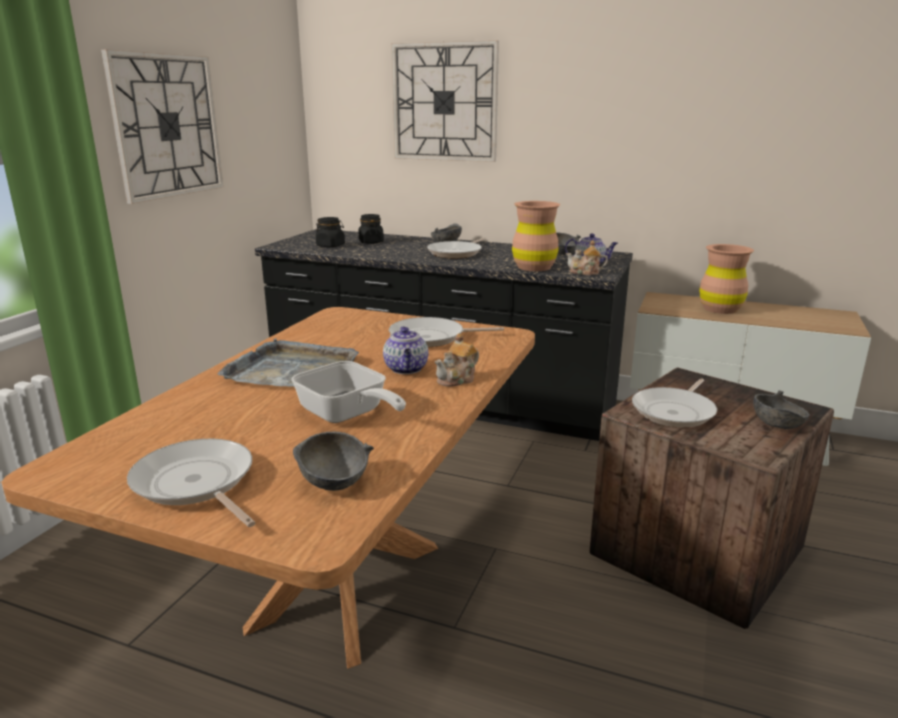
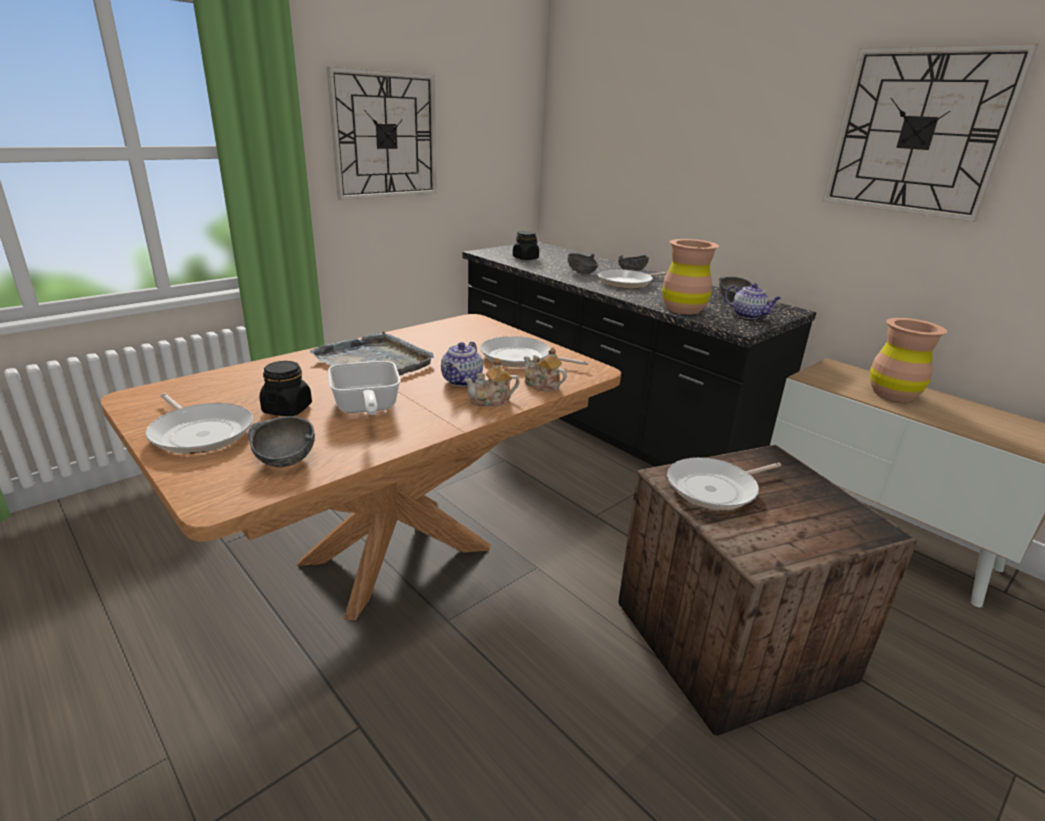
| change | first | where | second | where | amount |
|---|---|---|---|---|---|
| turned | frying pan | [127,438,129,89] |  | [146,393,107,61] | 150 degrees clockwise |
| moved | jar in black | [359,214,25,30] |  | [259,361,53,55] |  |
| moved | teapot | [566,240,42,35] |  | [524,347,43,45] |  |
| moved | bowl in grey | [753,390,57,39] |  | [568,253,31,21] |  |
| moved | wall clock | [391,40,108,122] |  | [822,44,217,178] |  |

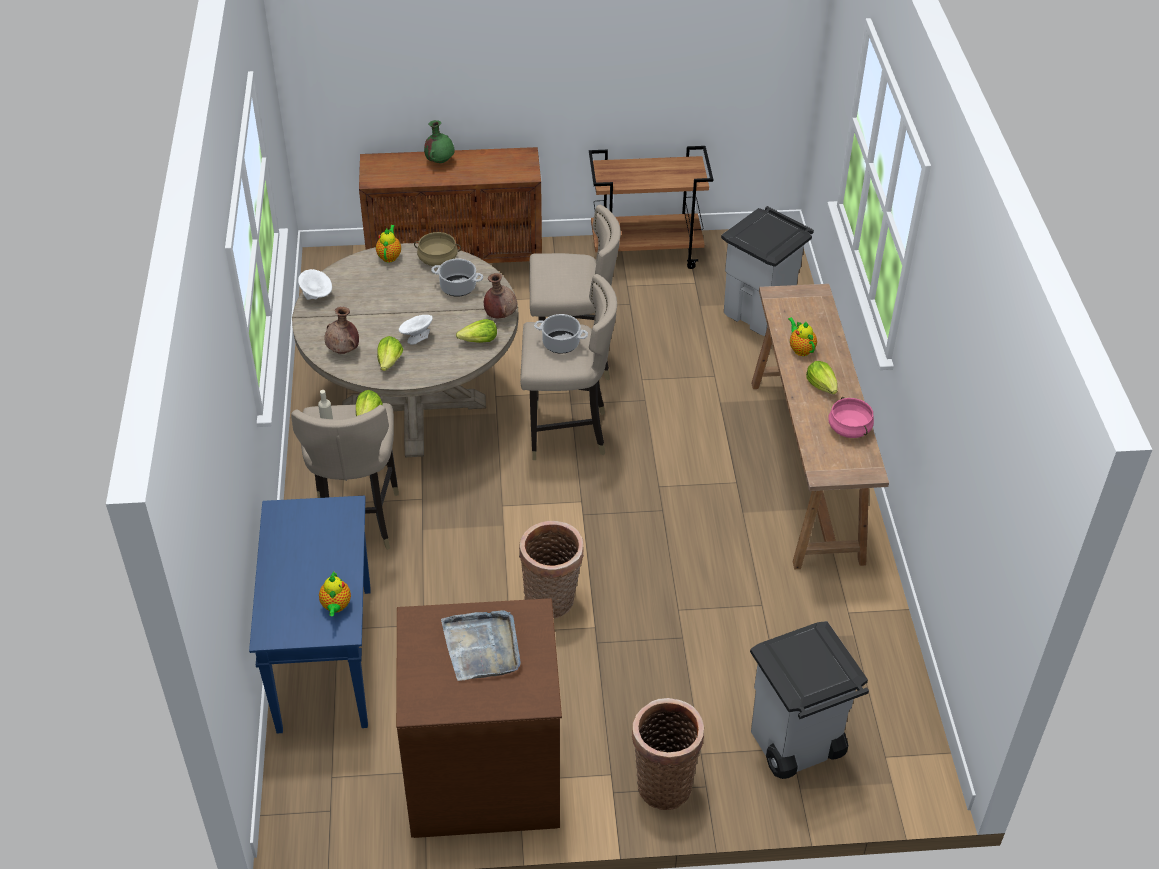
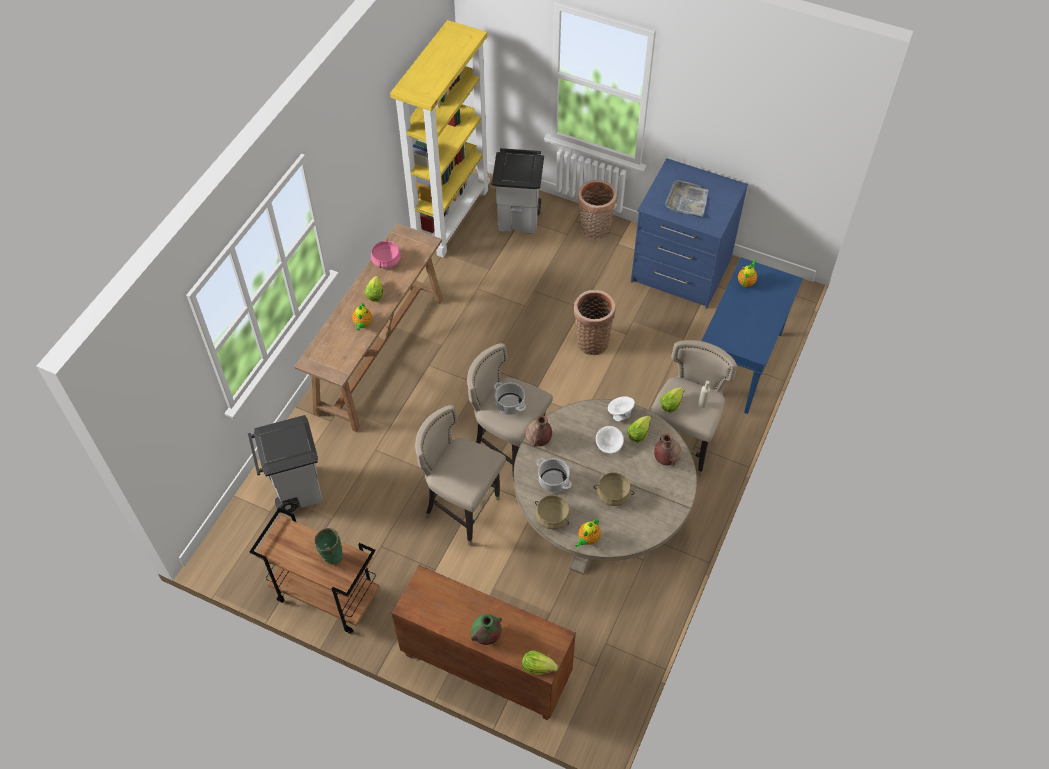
| change | first | where | second | where | amount |
|---|---|---|---|---|---|
| added |  |  | vase in green | [314,528,28,37] |  |
| added |  |  | bookcase in yellow | [390,20,100,238] |  |
| moved | lettuce | [456,319,41,24] |  | [522,650,36,24] |  |
| added |  |  | cooking pot in beige | [594,472,40,34] |  |
| moved | bowl in white | [298,269,34,31] |  | [608,396,27,26] |  |
| recoloured | dresser in brown | [396,598,166,240] | dresser in blue | [631,158,117,151] |  |

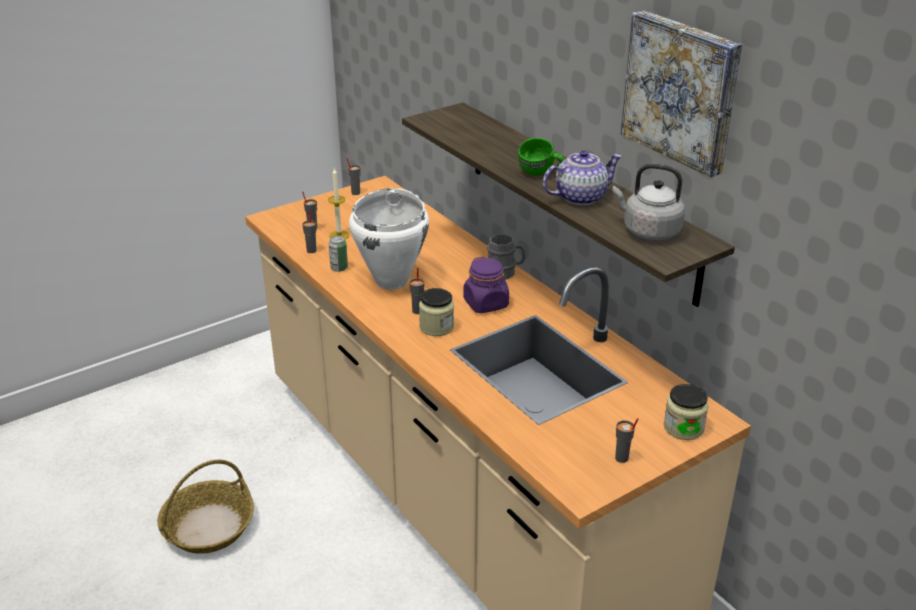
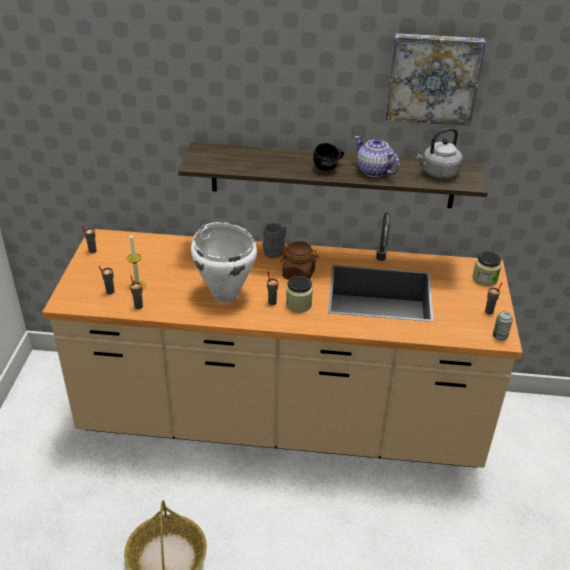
| change | first | where | second | where | amount |
|---|---|---|---|---|---|
| recoloured | jar in purple | [463,257,46,56] | jar in brown | [281,241,38,39] |  |
| recoloured | mug in green | [518,138,46,38] | mug in black | [313,143,31,28] |  |
| turned | teapot | [543,150,79,55] |  | [354,136,46,41] | 60 degrees counterclockwise |
| moved | can | [329,236,19,36] |  | [493,311,20,30] |  |

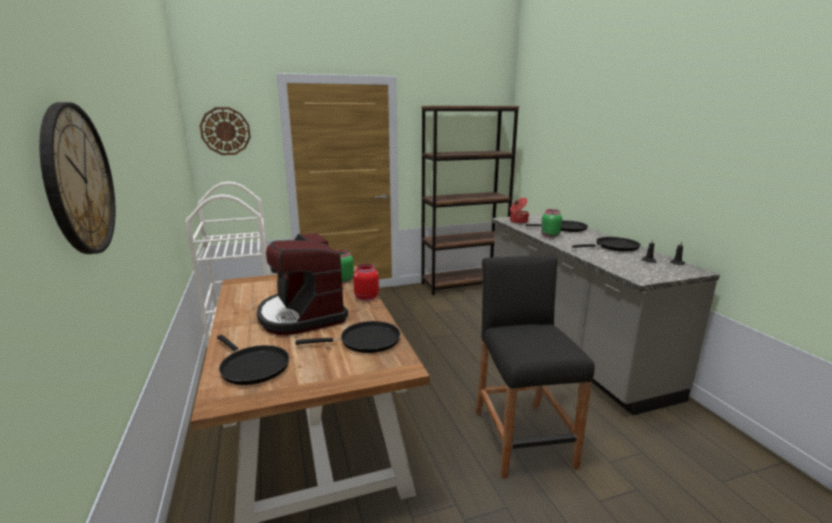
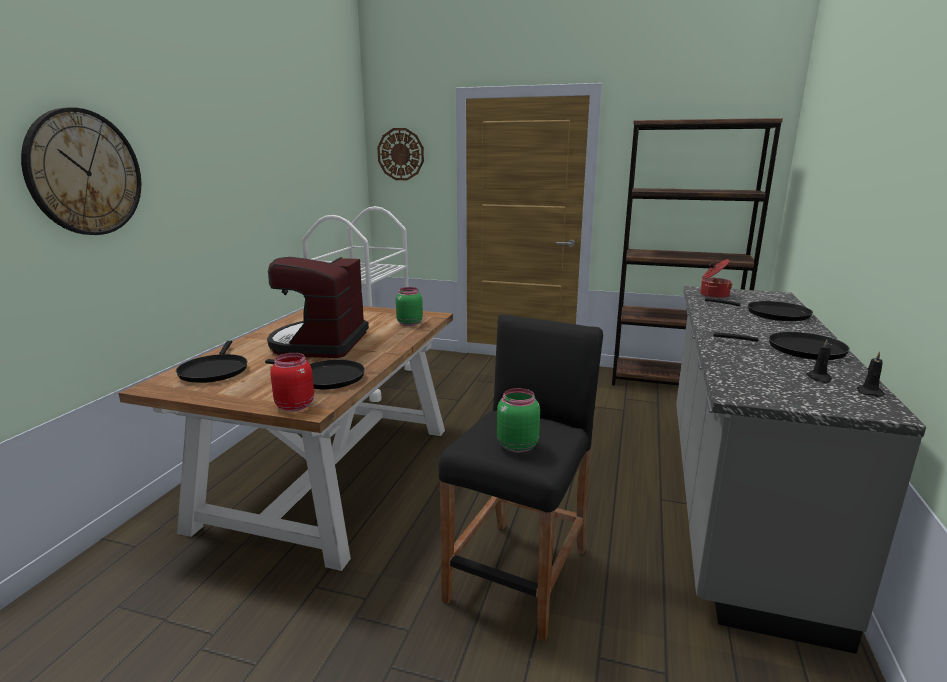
| change | first | where | second | where | amount |
|---|---|---|---|---|---|
| moved | jar in red | [353,264,26,37] |  | [270,353,44,59] |  |
| moved | jar in green | [541,209,21,29] |  | [497,388,43,64] |  |

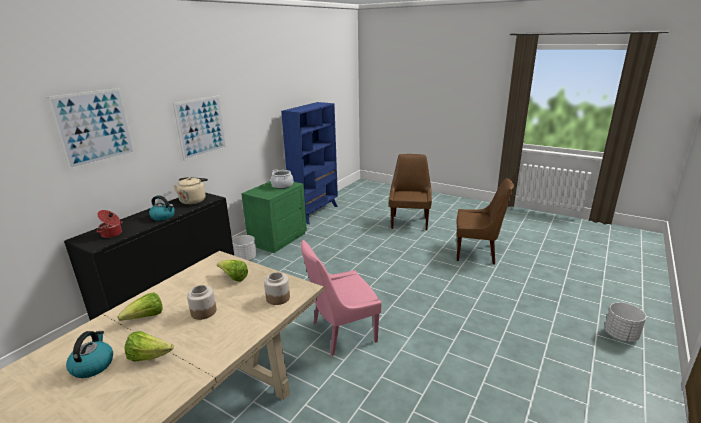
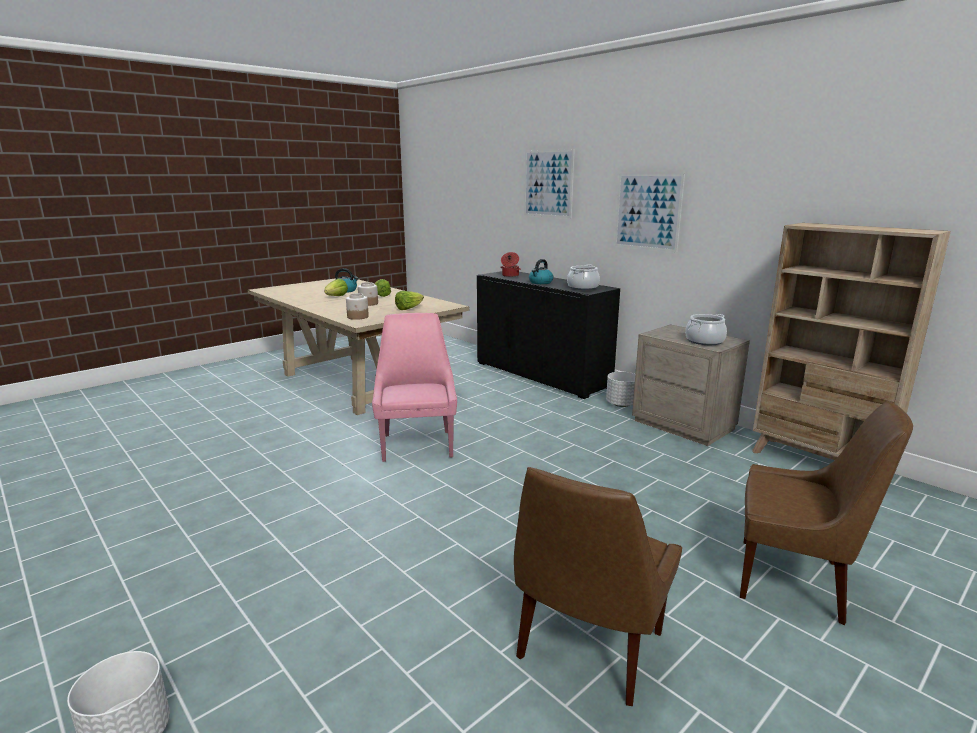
| change | first | where | second | where | amount |
|---|---|---|---|---|---|
| replaced | kettle in beige | [173,177,35,28] | cooking pot | [567,264,33,26] |  |
| recoloured | nightstand in green | [241,181,66,72] | nightstand in beige | [632,324,118,122] |  |
| recoloured | bookcase in blue | [281,102,57,122] | bookcase in beige | [752,223,199,237] |  |

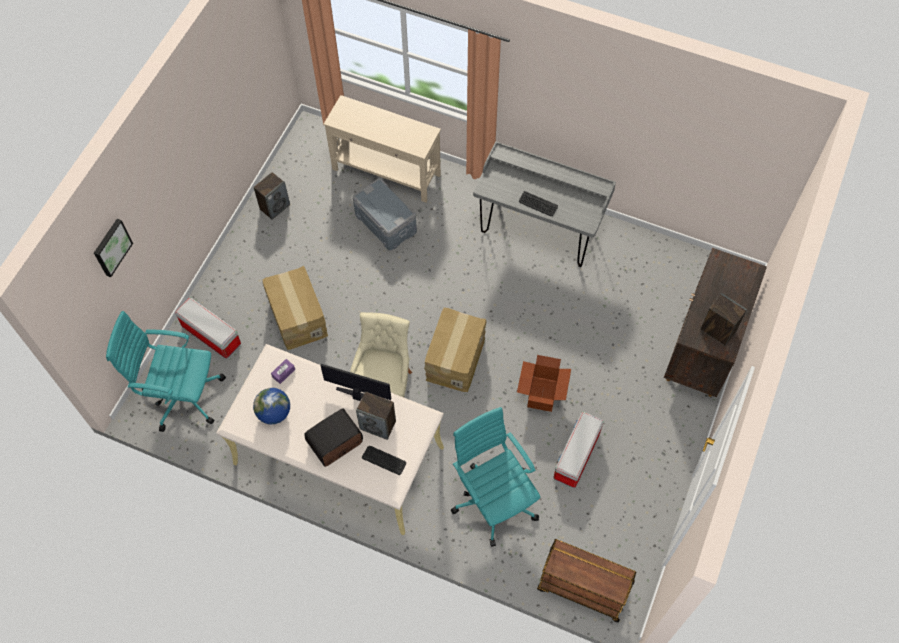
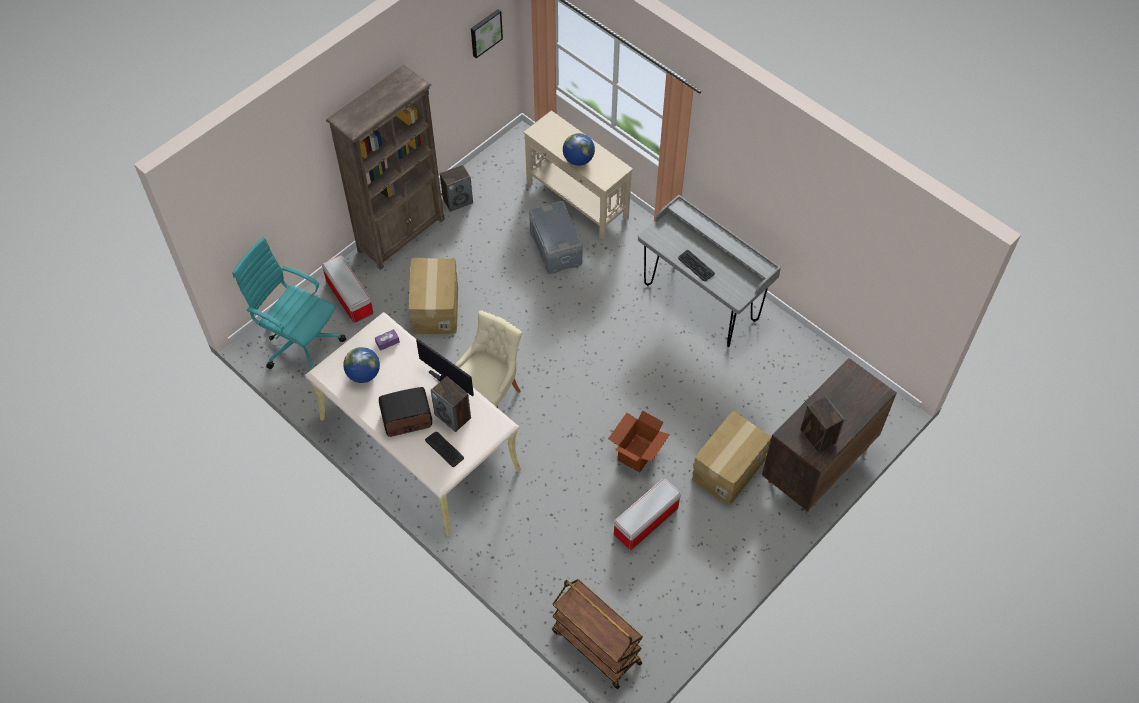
| change | first | where | second | where | amount |
|---|---|---|---|---|---|
| added |  |  | bookcase in brown | [326,65,119,205] |  |
| moved | picture | [94,219,39,58] |  | [471,9,32,49] |  |
| added |  |  | globe | [563,133,32,33] |  |
| moved | cardboard box | [424,308,63,84] |  | [691,411,81,94] |  |
| removed | office chair in turquoise | [451,407,89,140] |  |  |  |

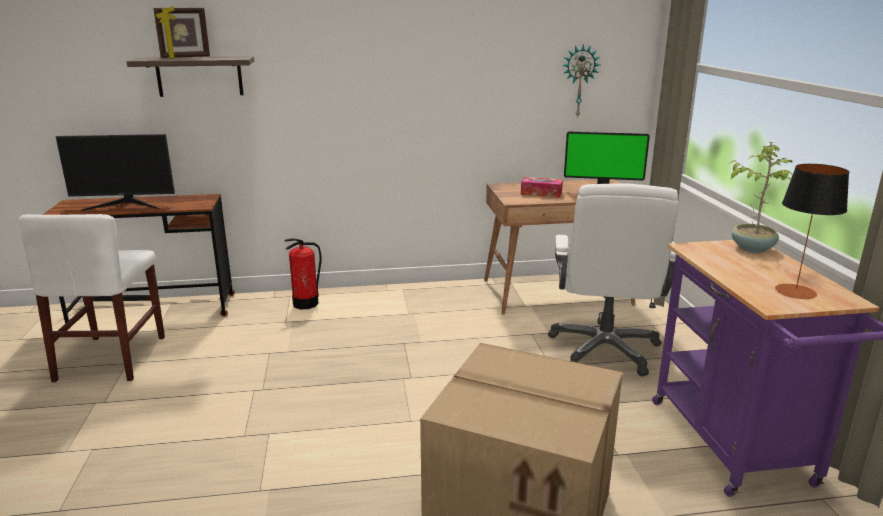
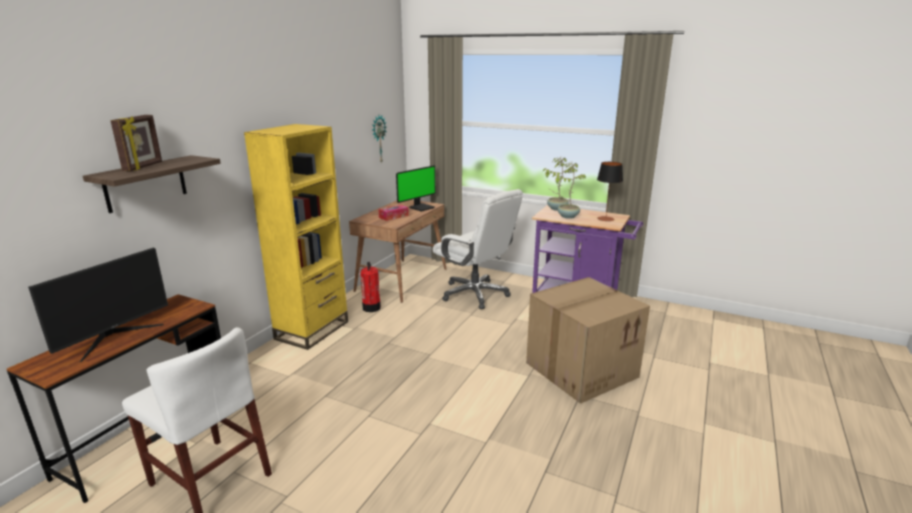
| change | first | where | second | where | amount |
|---|---|---|---|---|---|
| added |  |  | bookcase in yellow | [244,124,104,226] |  |
| moved | fire extinguisher | [285,238,37,71] |  | [361,262,20,50] |  |
| added |  |  | potted plant | [553,163,33,56] |  |

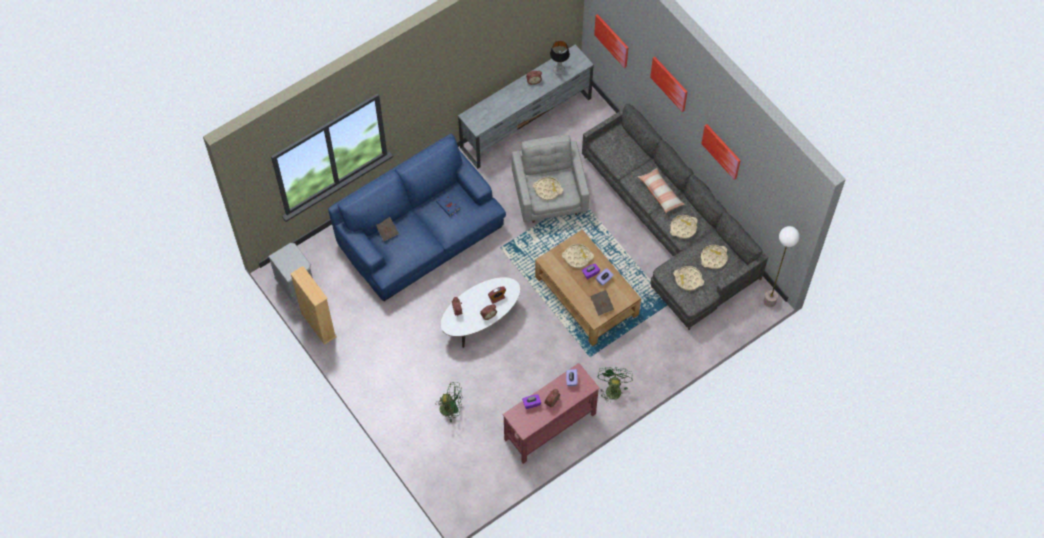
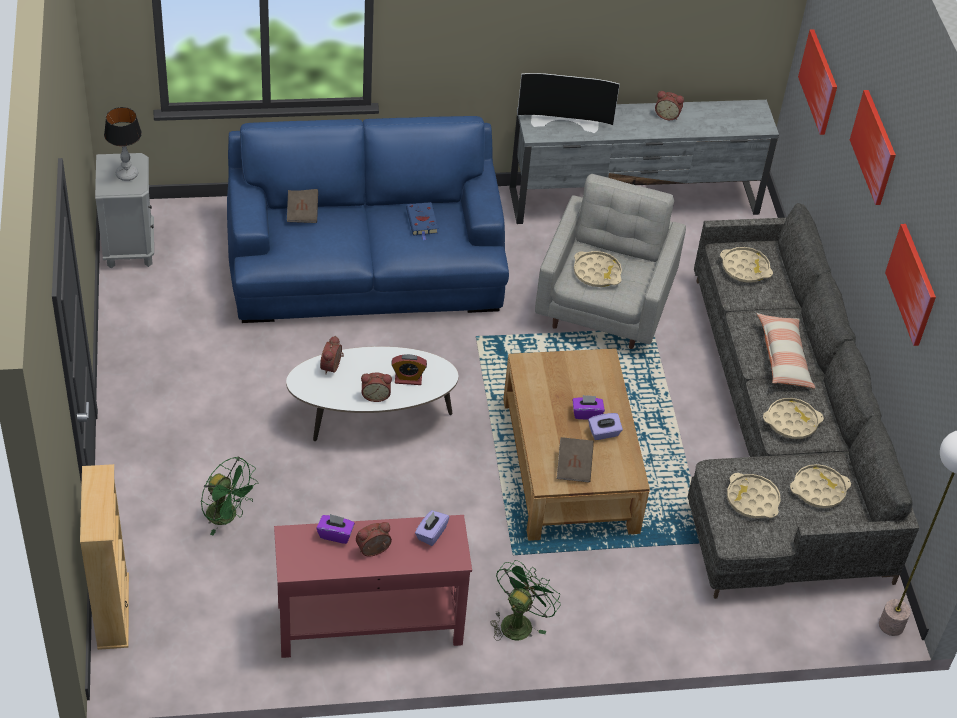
| change | first | where | second | where | amount |
|---|---|---|---|---|---|
| moved | bookcase in beige | [290,266,47,79] |  | [80,464,49,186] |  |
| moved | table lamp | [550,41,20,34] |  | [104,107,38,74] |  |
| added |  |  | television | [517,73,103,60] |  |
| moved | tray in beige | [562,244,32,24] |  | [720,247,53,36] |  |

